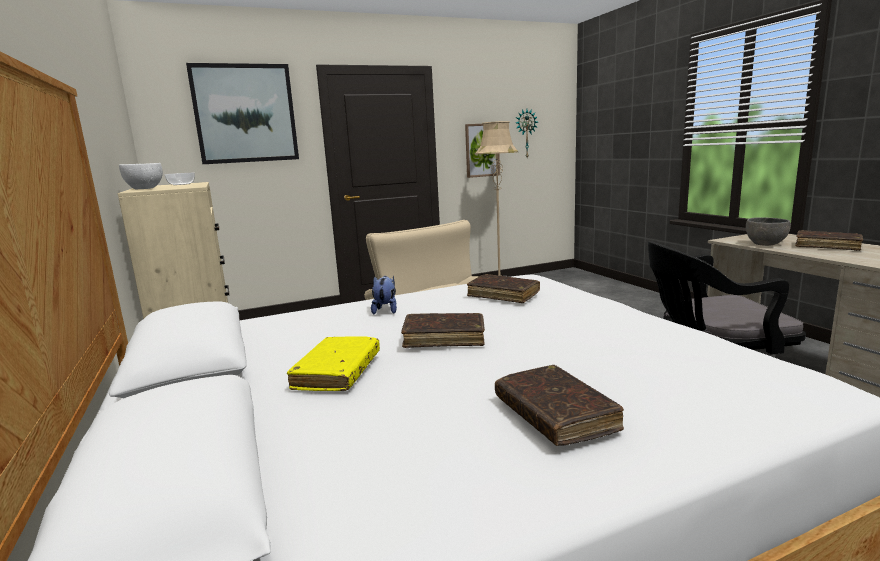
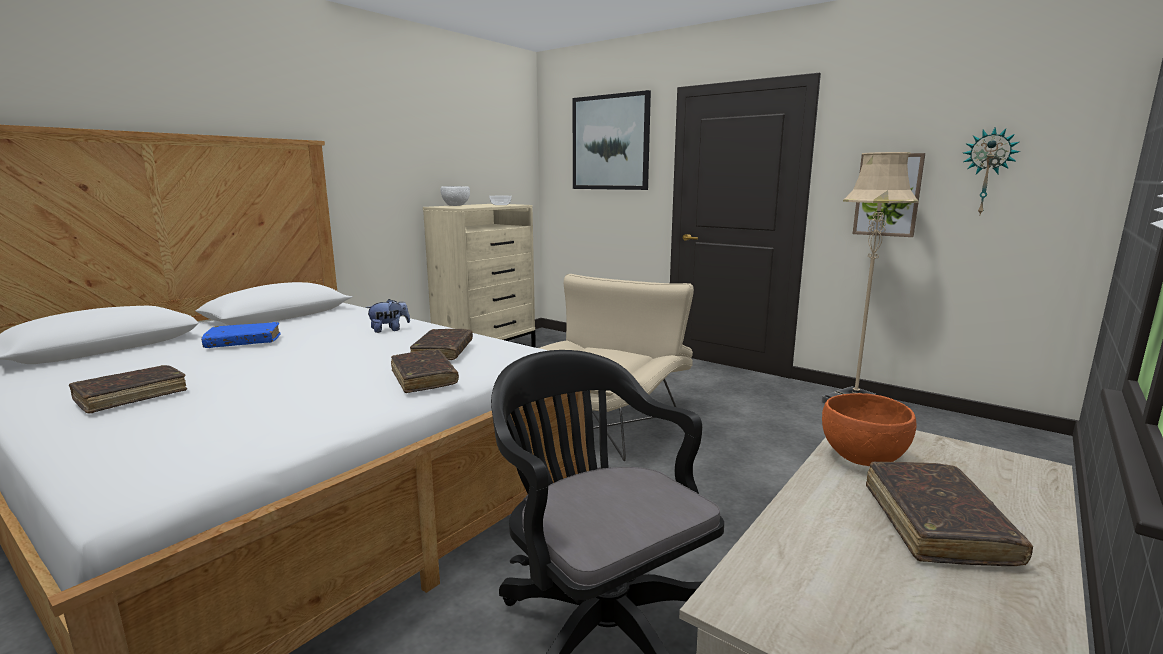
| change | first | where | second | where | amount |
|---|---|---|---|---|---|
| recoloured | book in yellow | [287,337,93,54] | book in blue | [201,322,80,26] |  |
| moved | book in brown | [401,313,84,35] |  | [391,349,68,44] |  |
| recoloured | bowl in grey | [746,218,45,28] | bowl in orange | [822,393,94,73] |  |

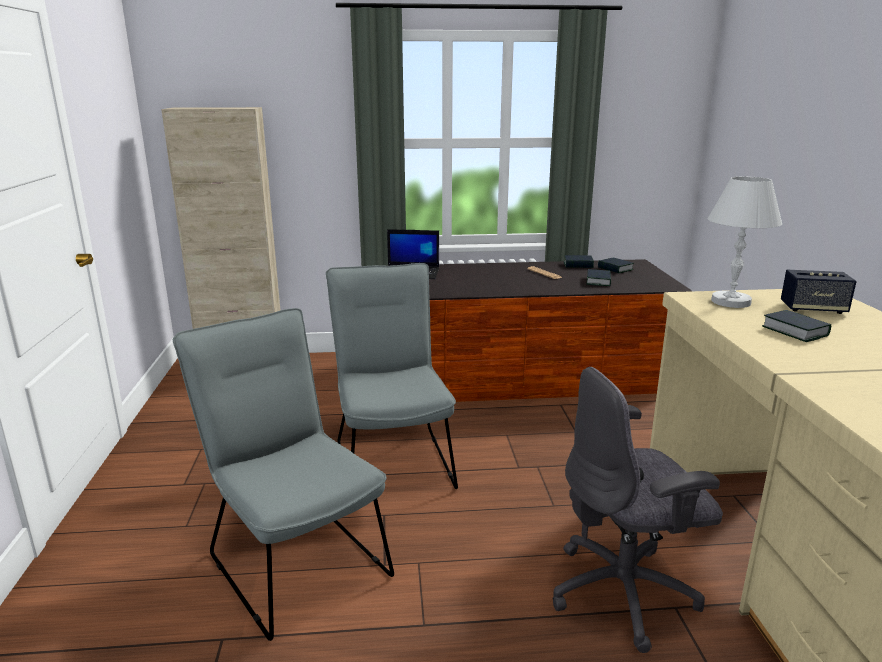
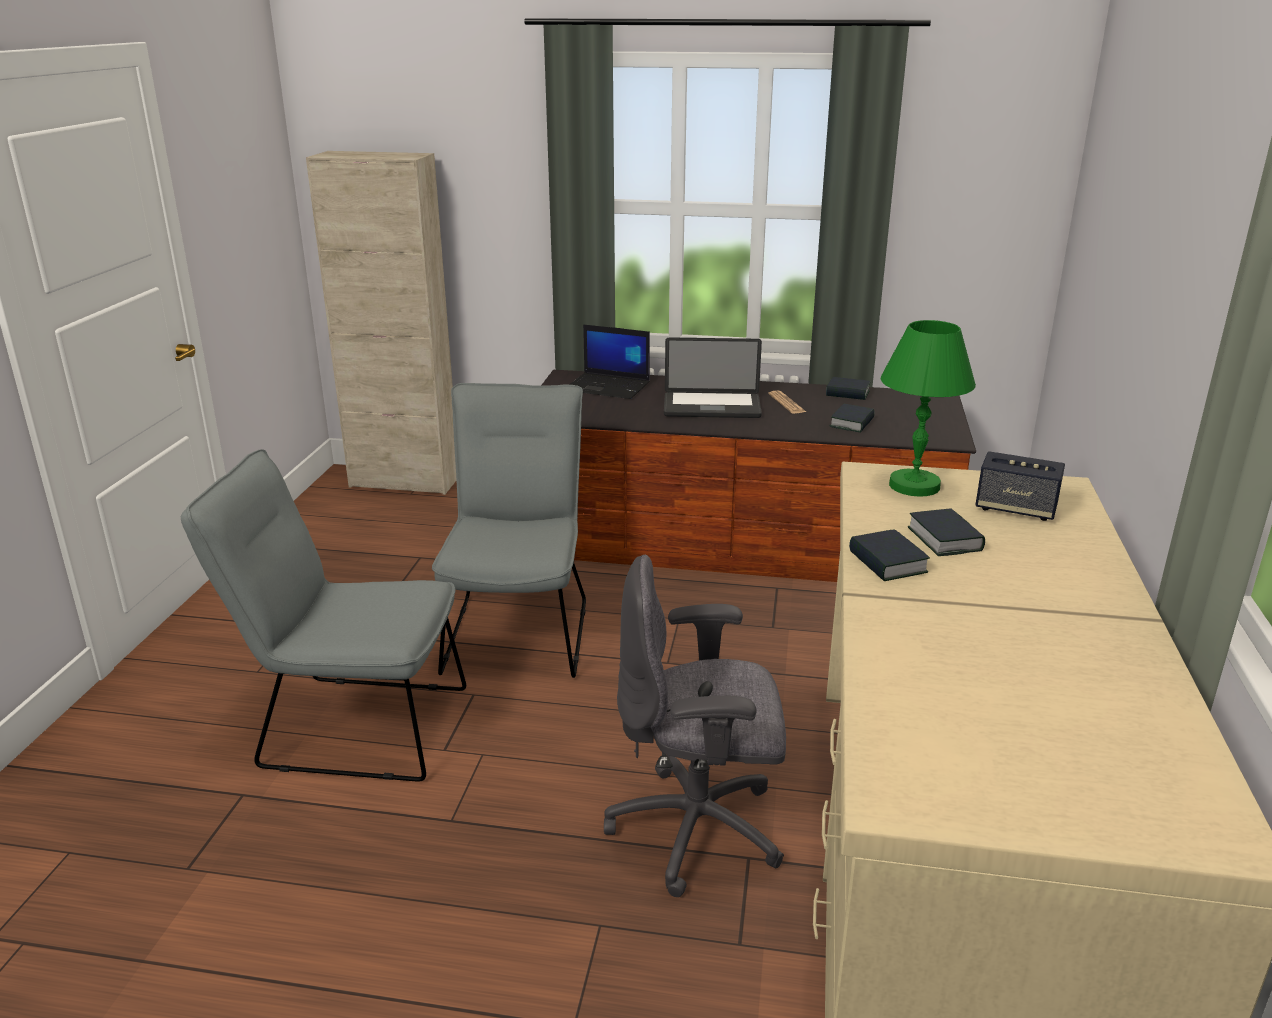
| change | first | where | second | where | amount |
|---|---|---|---|---|---|
| turned | chair in grey | [173,308,221,333] |  | [181,449,285,333] | 60 degrees counterclockwise |
| added |  |  | laptop | [664,337,98,81] |  |
| moved | book | [598,258,36,15] |  | [849,529,81,52] |  |
| recoloured | table lamp in white | [708,176,74,132] | table lamp in green | [881,320,95,177] |  |

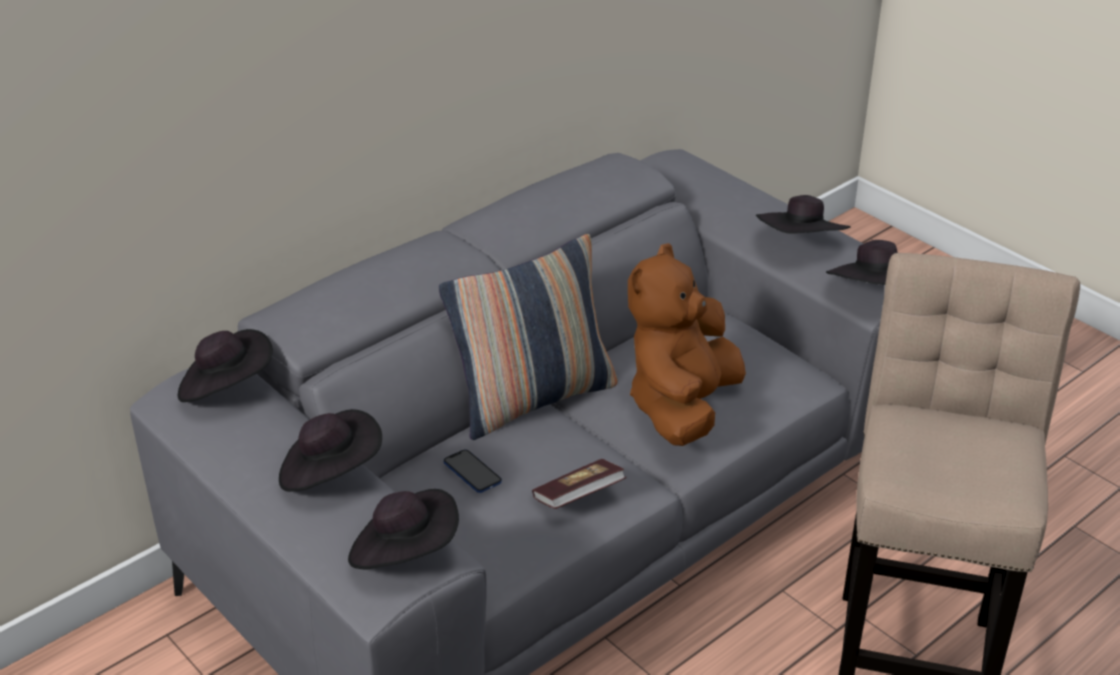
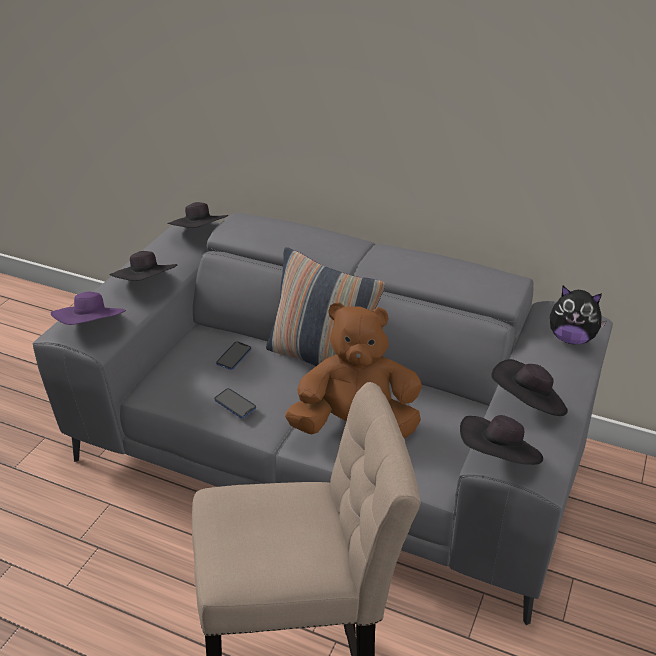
| change | first | where | second | where | amount |
|---|---|---|---|---|---|
| recoloured | hat in black | [348,489,111,80] | hat in purple | [51,292,75,33] |  |
| replaced | book | [532,459,95,50] | phone | [214,388,42,30] |  |
| added |  |  | plush toy | [550,286,56,58] |  |

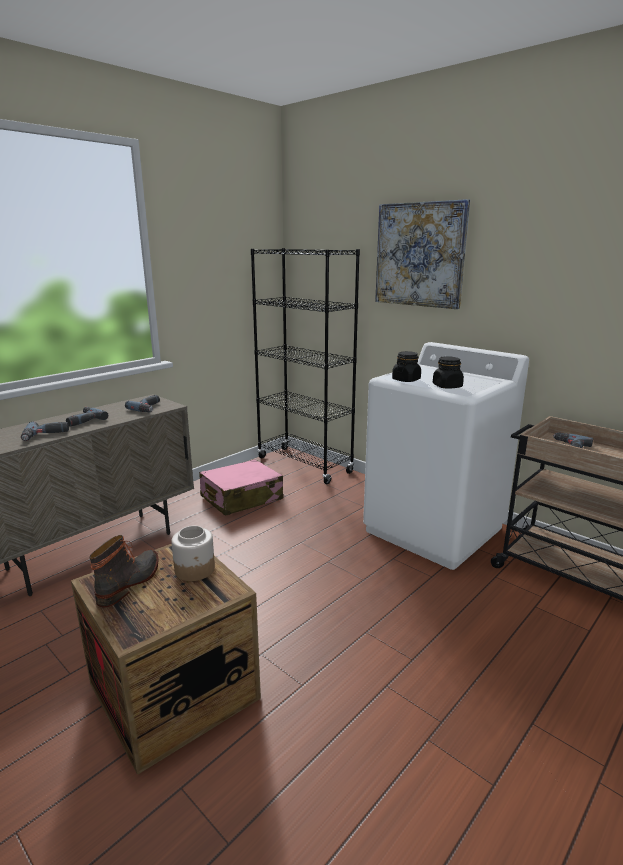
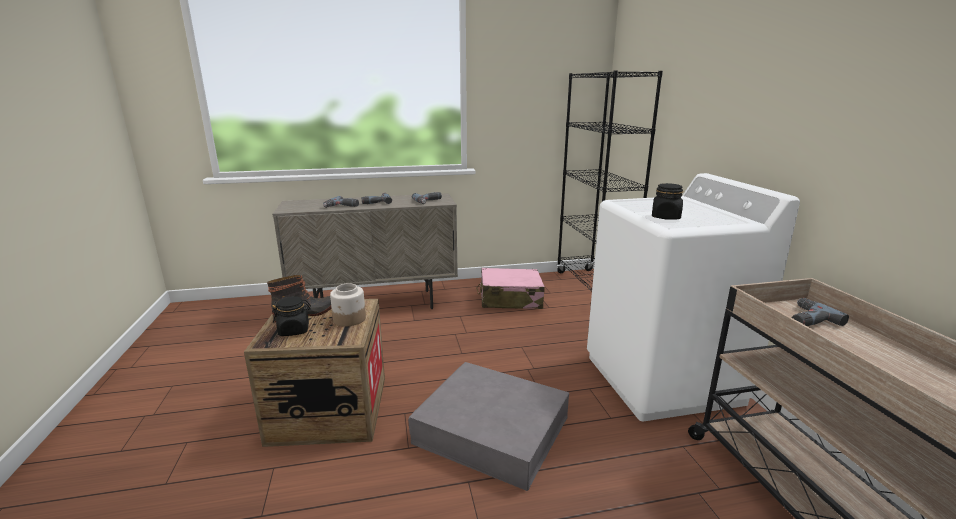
| change | first | where | second | where | amount |
|---|---|---|---|---|---|
| moved | jar in black | [392,351,29,31] |  | [272,296,39,40] |  |
| added |  |  | storage box in grey | [408,362,161,129] |  |
| removed | picture | [375,199,95,110] |  |  |  |

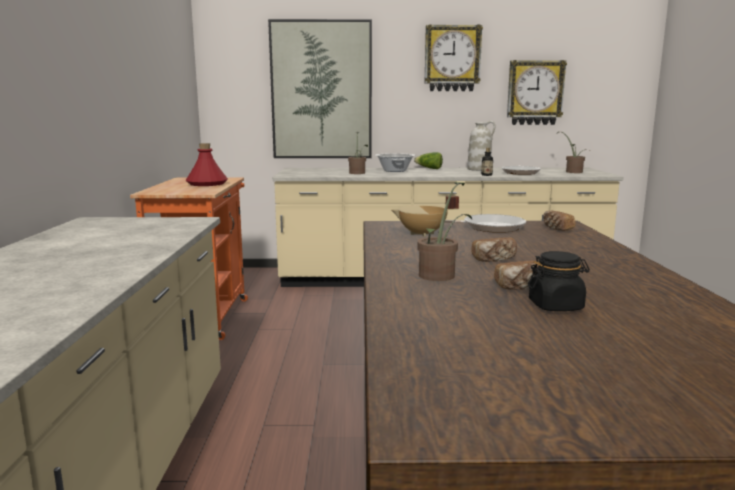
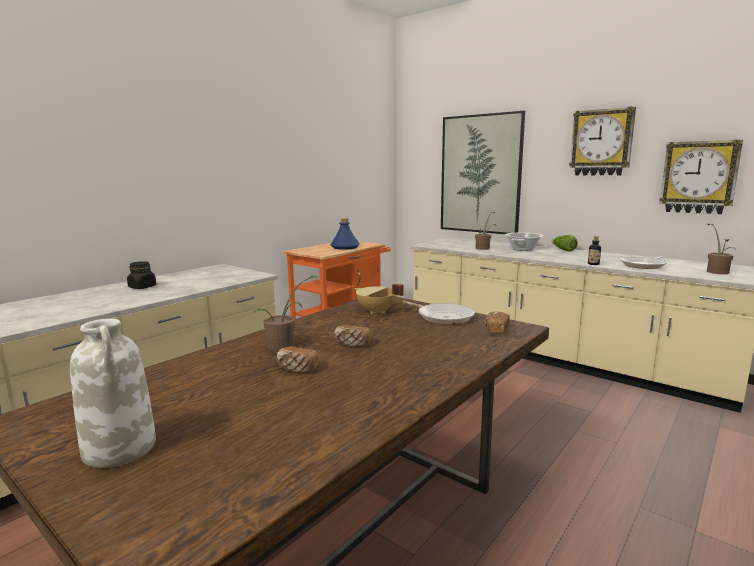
| change | first | where | second | where | amount |
|---|---|---|---|---|---|
| moved | vase in white | [467,121,29,50] |  | [70,319,86,149] |  |
| moved | jar in black | [528,251,62,60] |  | [127,261,29,28] |  |
| recoloured | bottle in red | [186,143,42,43] | bottle in blue | [330,218,30,32] |  |

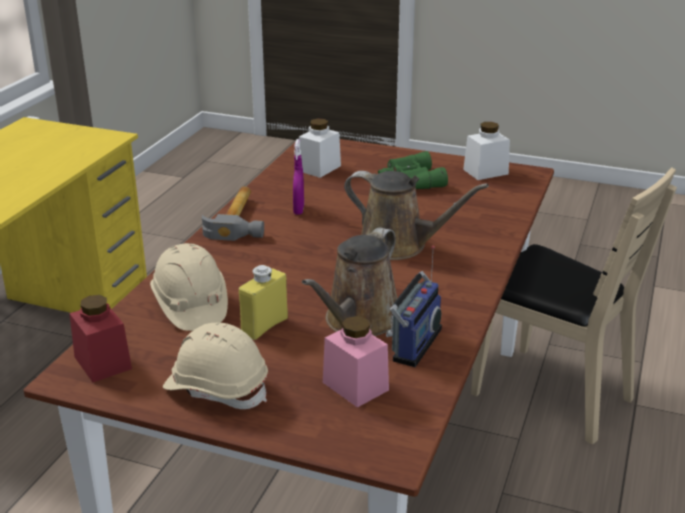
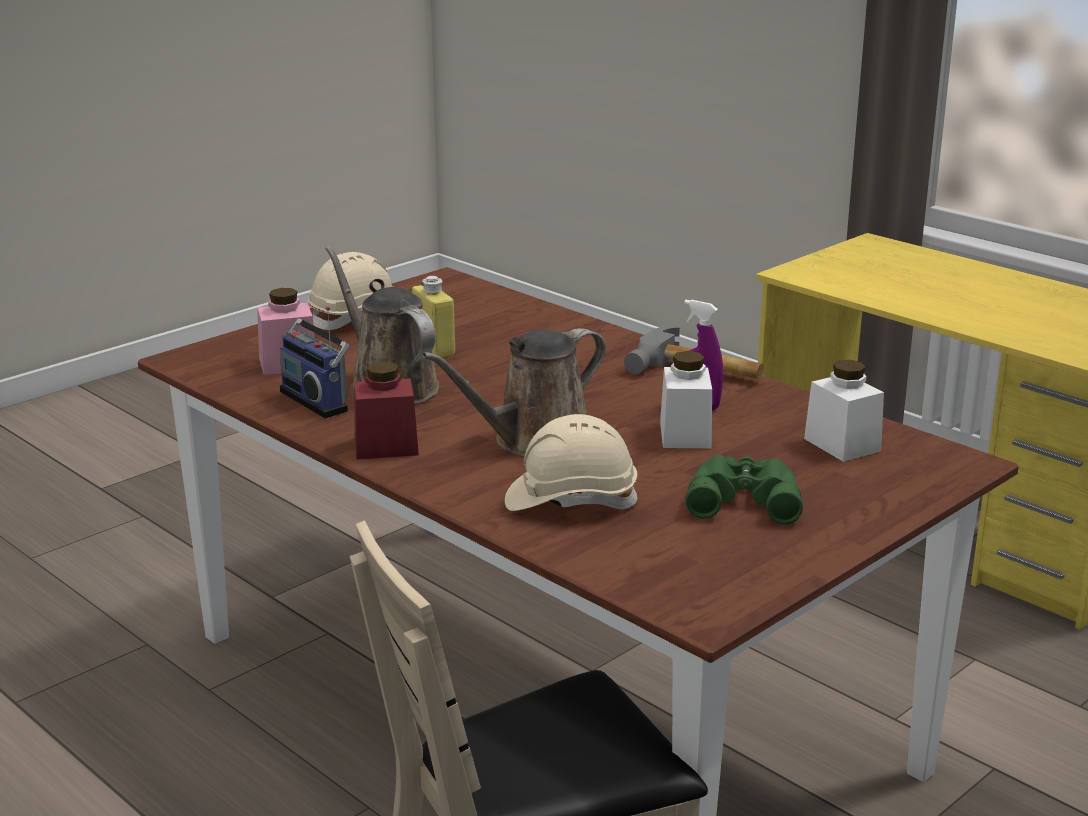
| change | first | where | second | where | amount |
|---|---|---|---|---|---|
| moved | jar in red | [69,295,63,87] |  | [354,361,65,98] |  |
| moved | hard hat in beige | [150,243,78,88] |  | [505,414,134,97] |  |
| moved | jar in white | [463,122,47,58] |  | [660,351,52,97] |  |

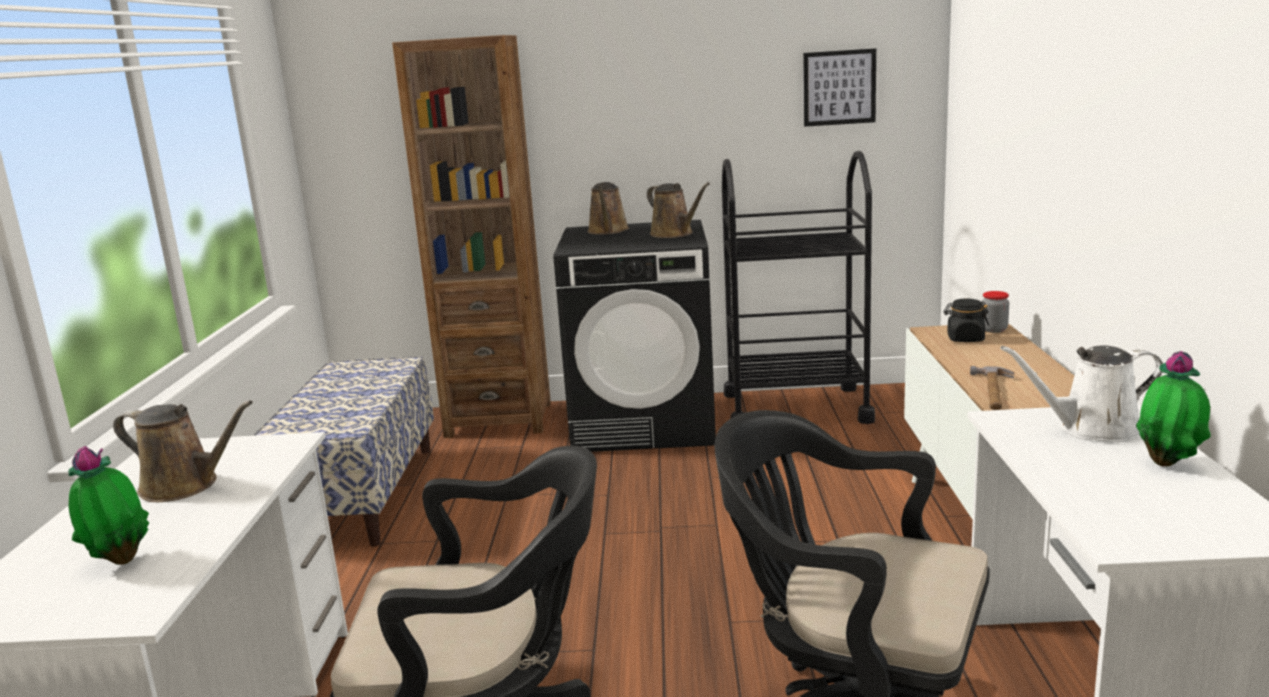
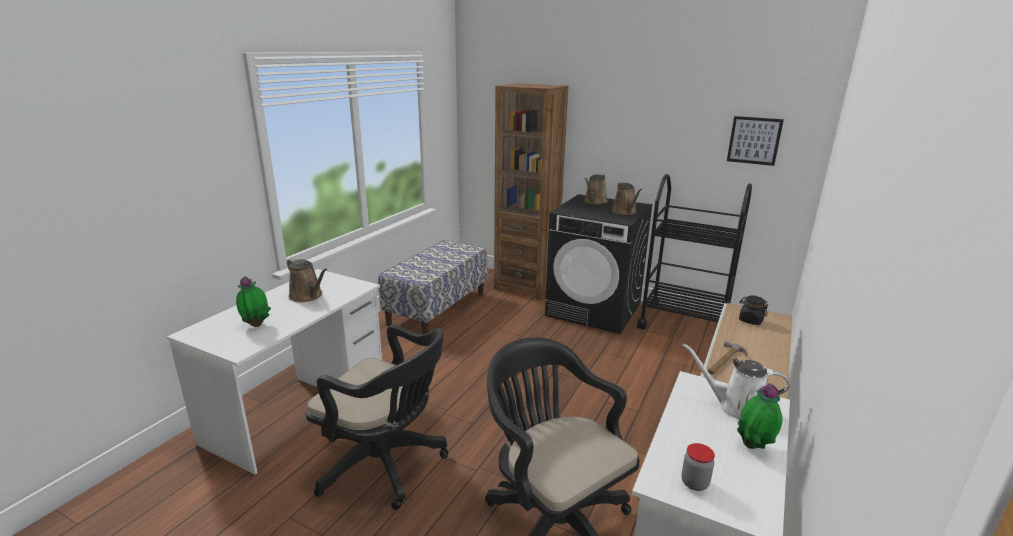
| change | first | where | second | where | amount |
|---|---|---|---|---|---|
| moved | jar | [981,291,28,42] |  | [681,443,34,48] |  |

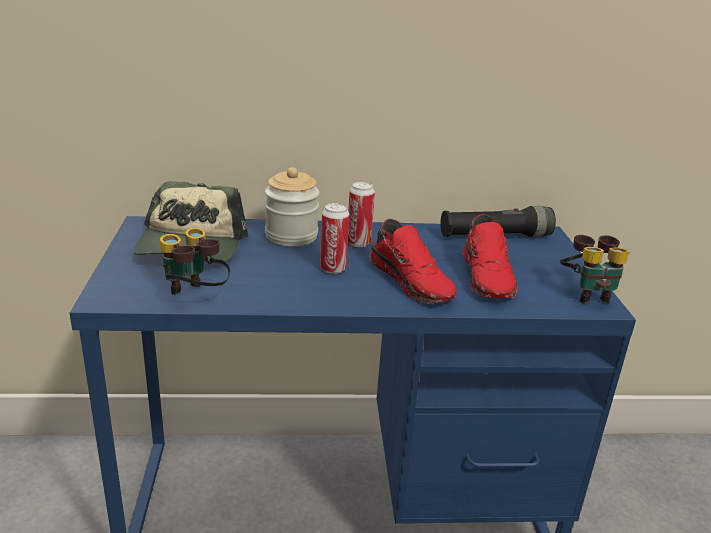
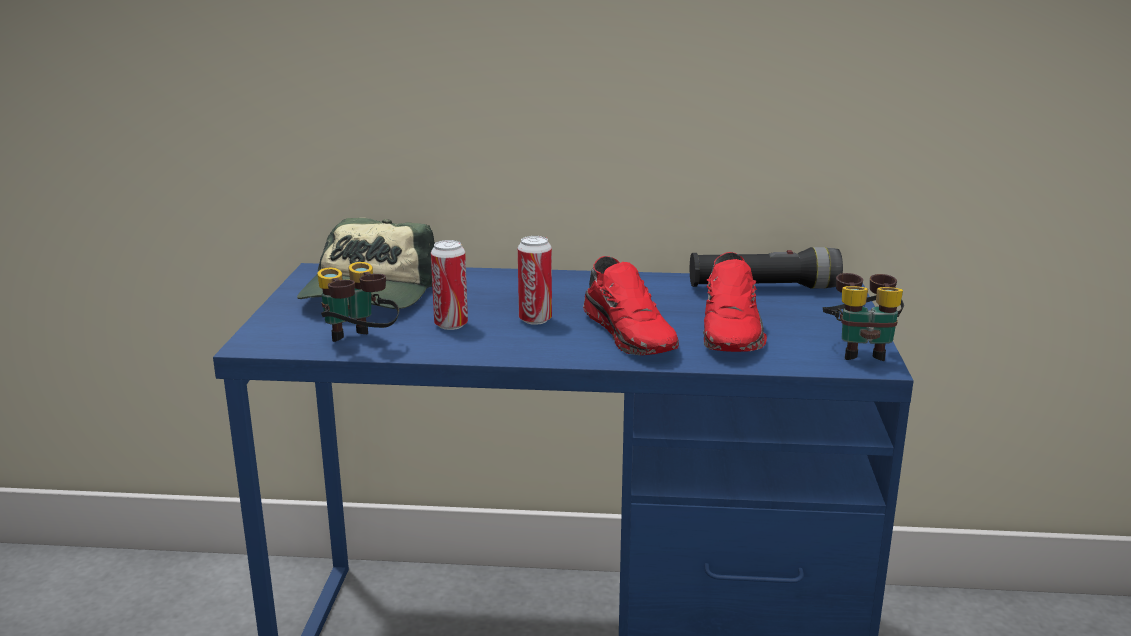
| change | first | where | second | where | amount |
|---|---|---|---|---|---|
| moved | can | [348,182,27,65] |  | [431,240,37,90] |  |
| removed | jar | [265,167,55,79] |  |  |  |

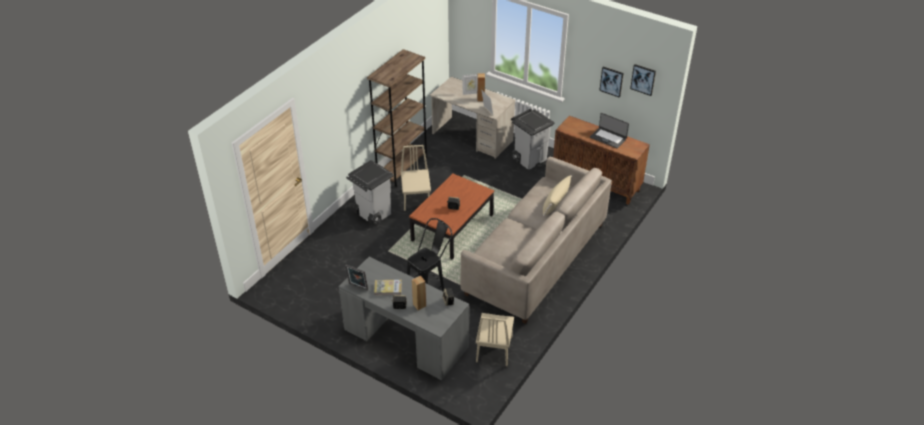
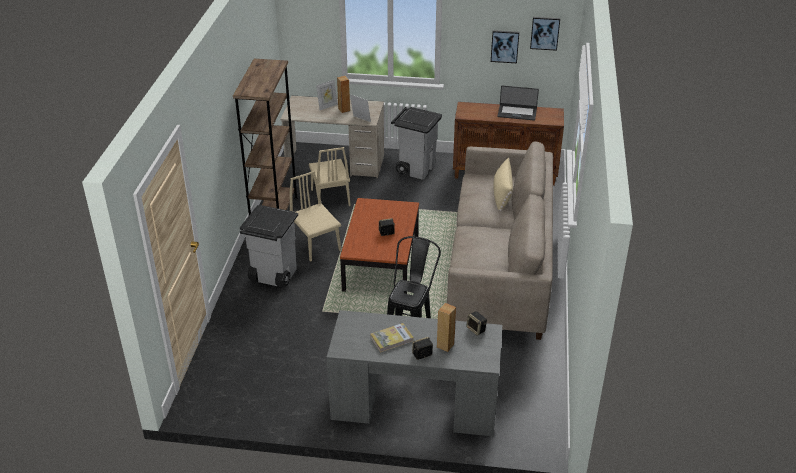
| change | first | where | second | where | amount |
|---|---|---|---|---|---|
| moved | chair in beige | [476,313,38,53] |  | [309,147,42,59] |  |
| removed | picture frame | [345,265,23,25] |  |  |  |

